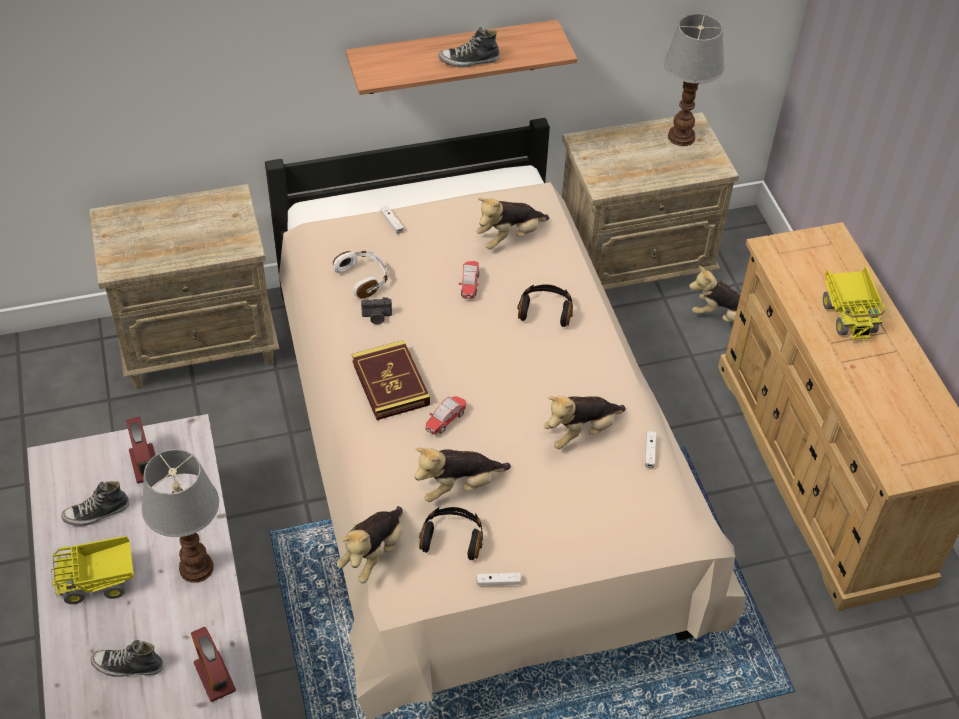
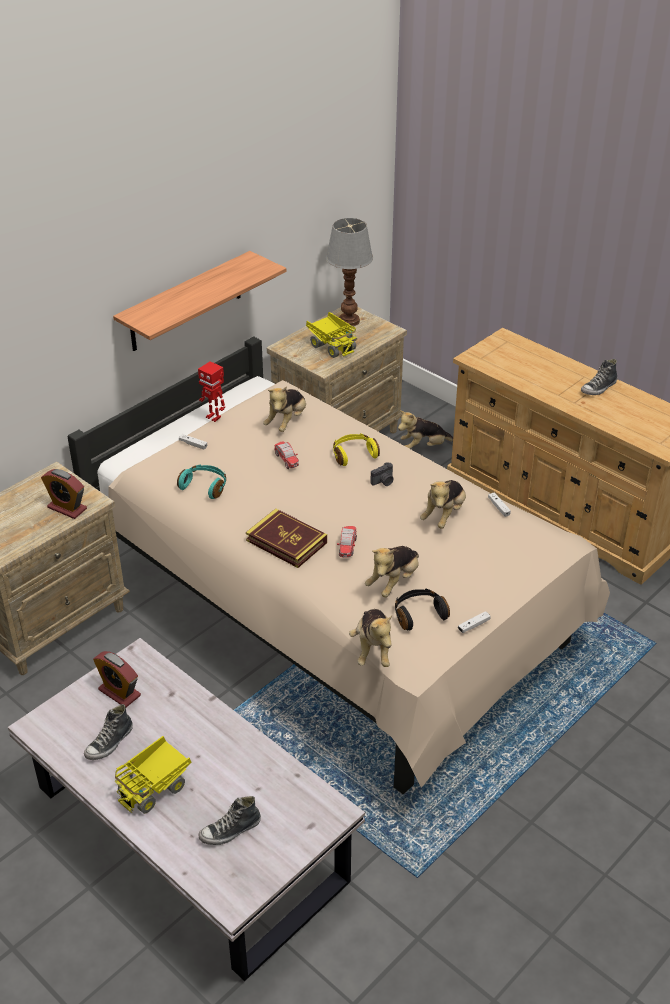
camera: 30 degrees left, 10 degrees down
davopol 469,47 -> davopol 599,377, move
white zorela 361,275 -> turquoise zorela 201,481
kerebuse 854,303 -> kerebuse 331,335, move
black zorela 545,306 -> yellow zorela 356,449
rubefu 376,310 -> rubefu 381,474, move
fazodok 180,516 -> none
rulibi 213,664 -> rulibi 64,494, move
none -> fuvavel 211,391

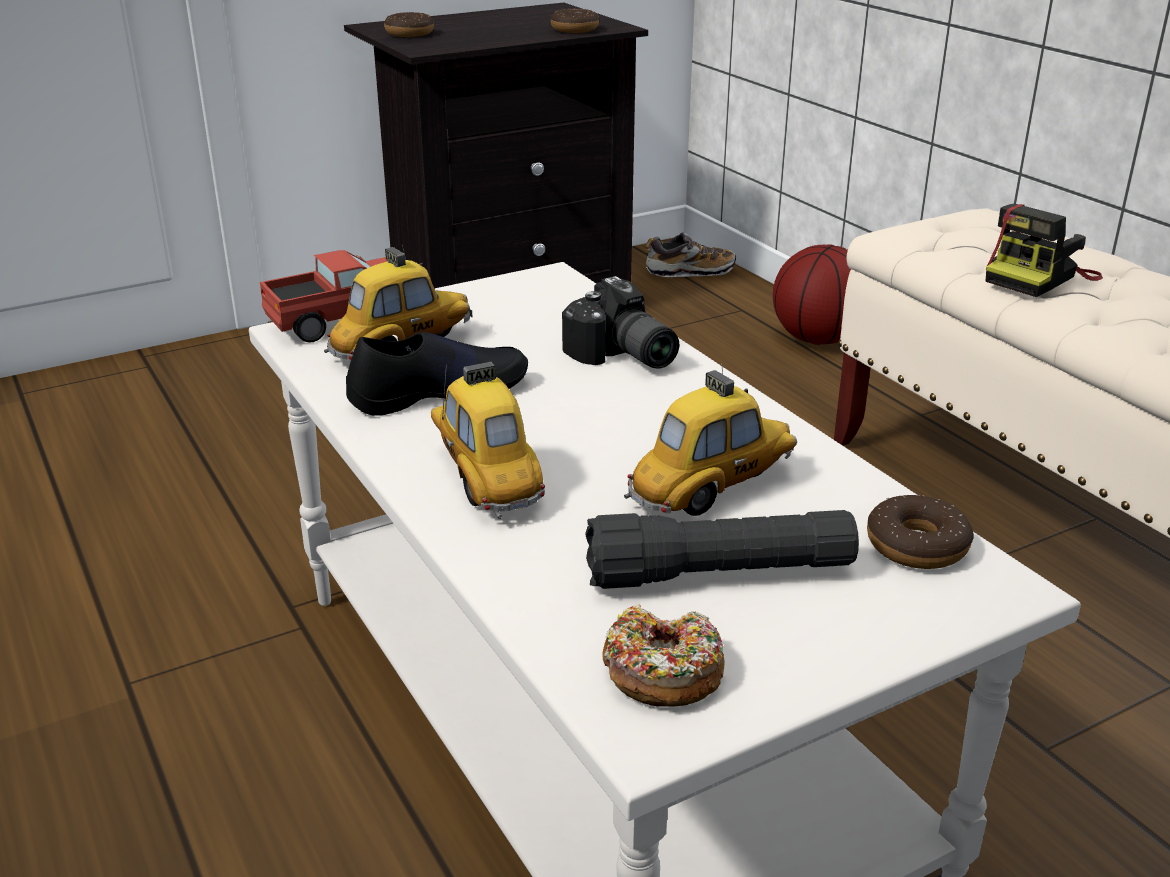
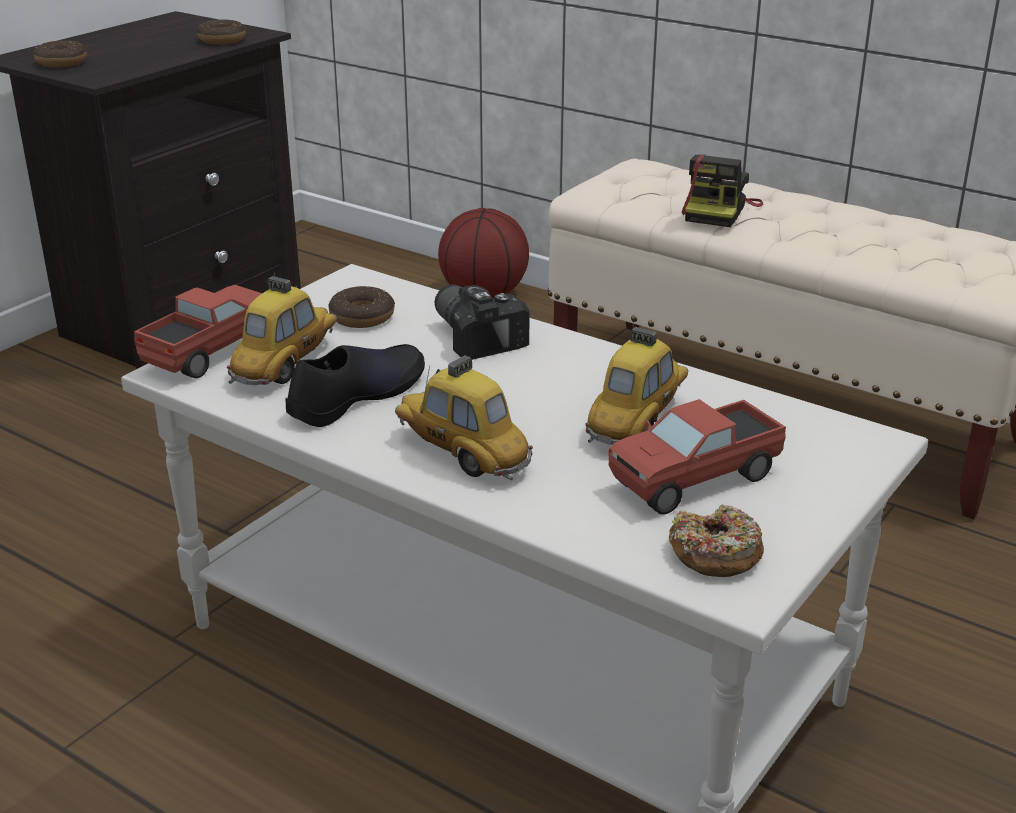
camera: 25 degrees left, 0 degrees up
davopol 690,254 -> none
rubefu 620,322 -> rubefu 482,322, 150 degrees counterclockwise
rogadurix 920,532 -> rogadurix 361,307, move
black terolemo 722,549 -> kerebuse 697,457

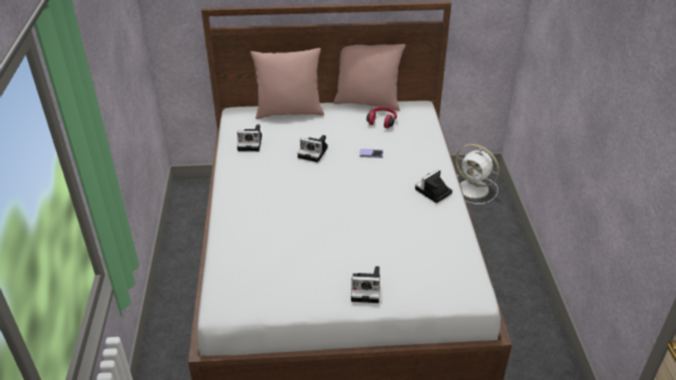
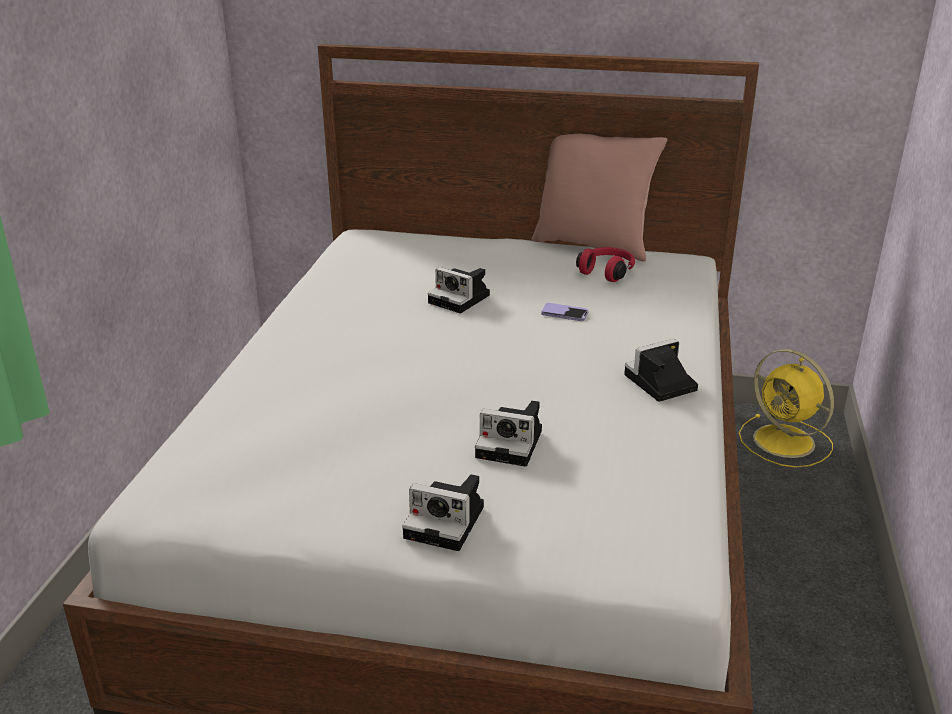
camera: 15 degrees right, 10 degrees down
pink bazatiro 287,83 -> none
rubefu 249,137 -> rubefu 508,434, move
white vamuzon 477,174 -> yellow vamuzon 786,408

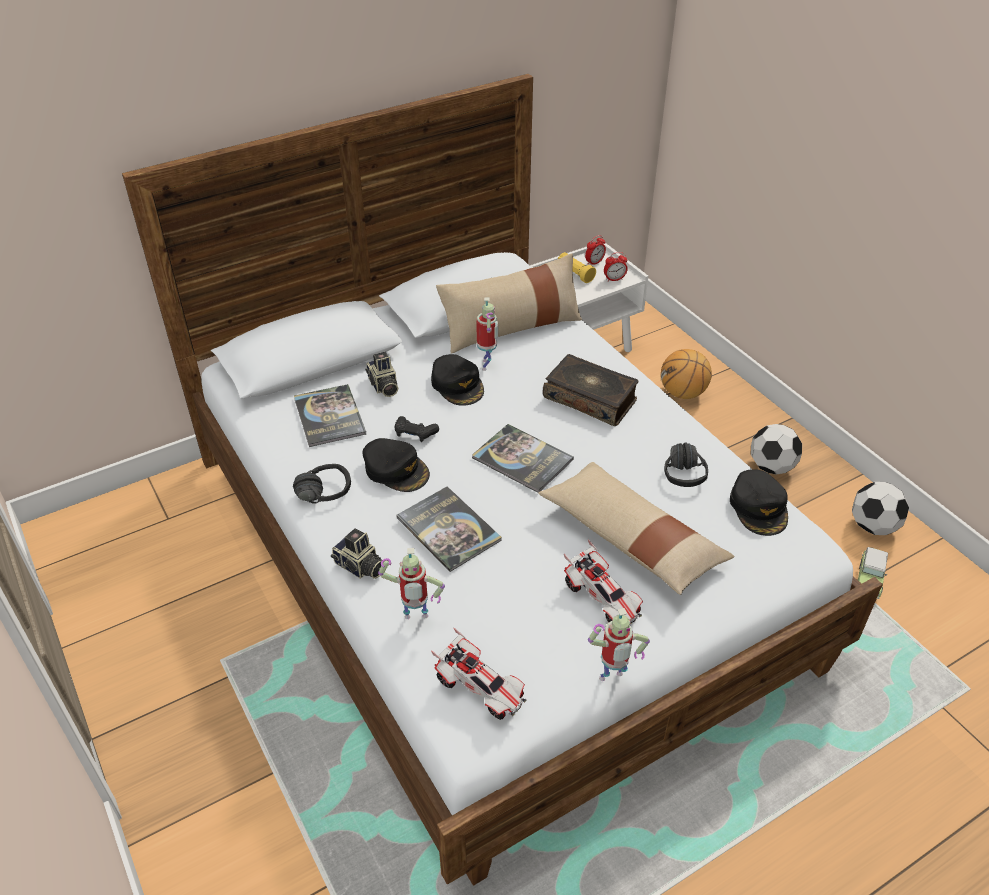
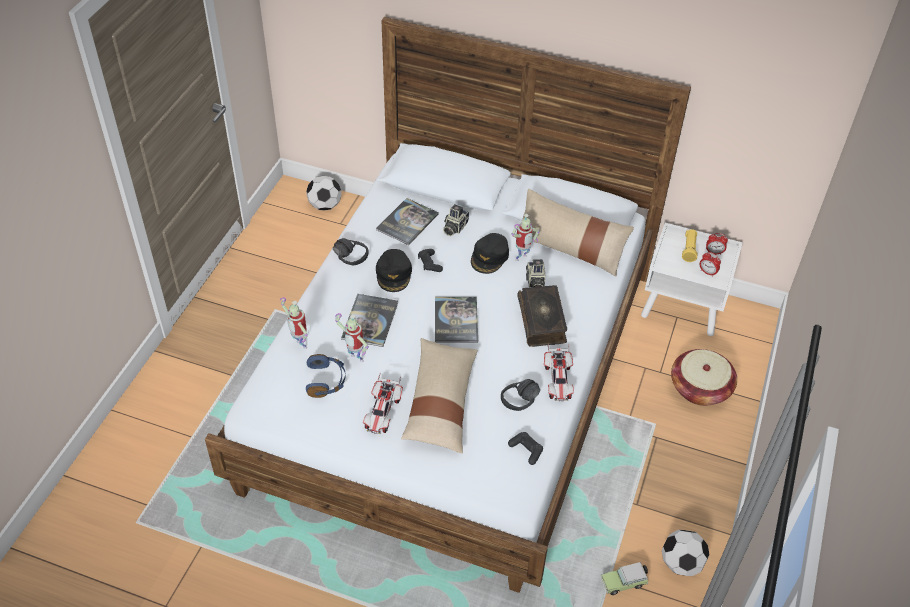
camera: 50 degrees right, 5 degrees up
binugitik 686,374 -> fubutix 704,377
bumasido 776,449 -> bumasido 323,193, move
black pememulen 759,502 -> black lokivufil 525,448
rubefu 356,553 -> rubefu 536,273, move
fuvavel 619,644 -> fuvavel 352,337, move
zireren 479,674 -> zireren 559,372, move
none -> blue zorela 326,376

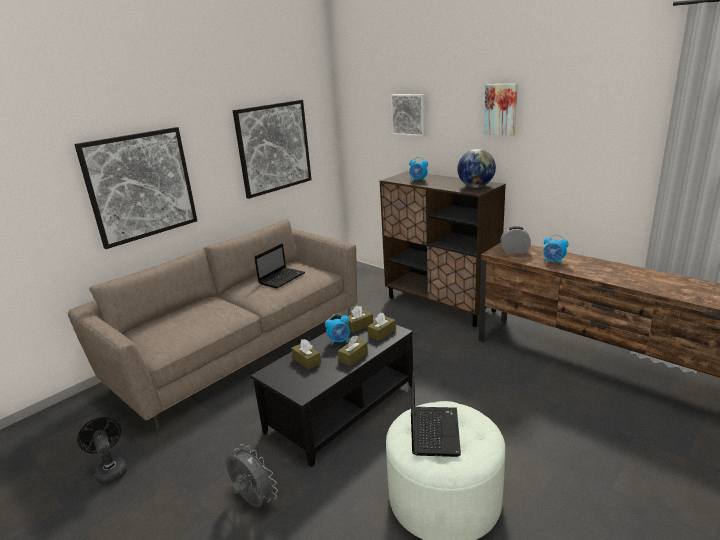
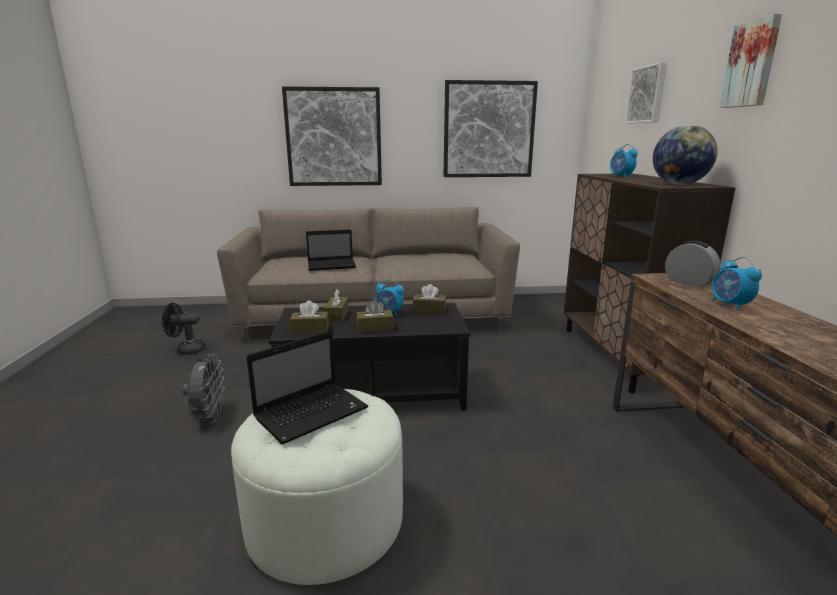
camera: 40 degrees right, 5 degrees down
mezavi 279,266 -> mezavi 331,250, move
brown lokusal 381,326 -> brown lokusal 309,317, move
black vamuzon 102,450 -> black vamuzon 184,329, 105 degrees counterclockwise

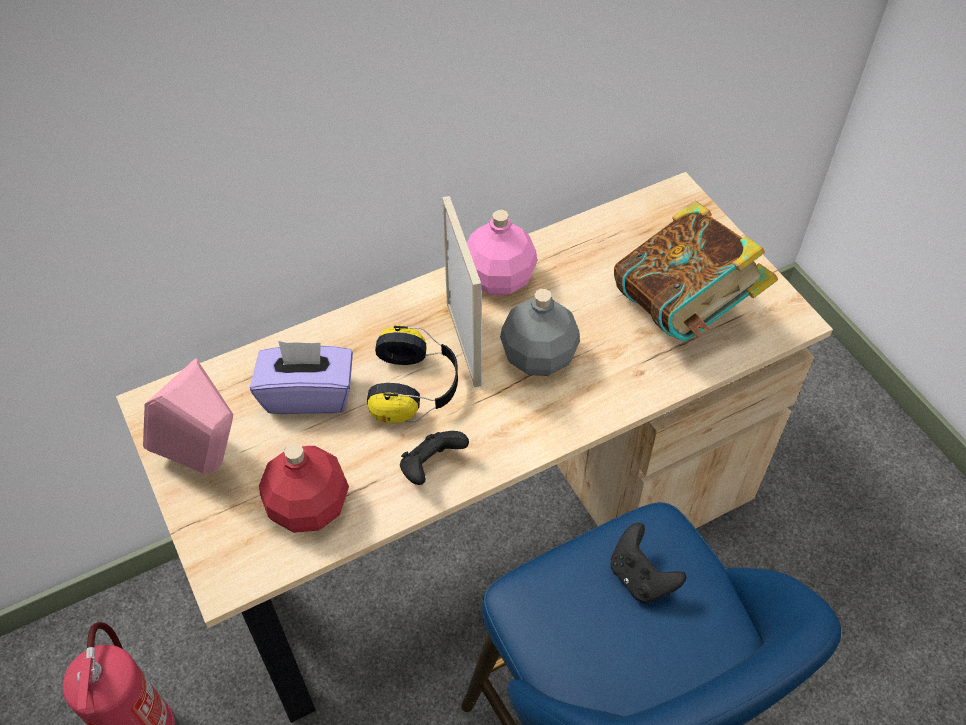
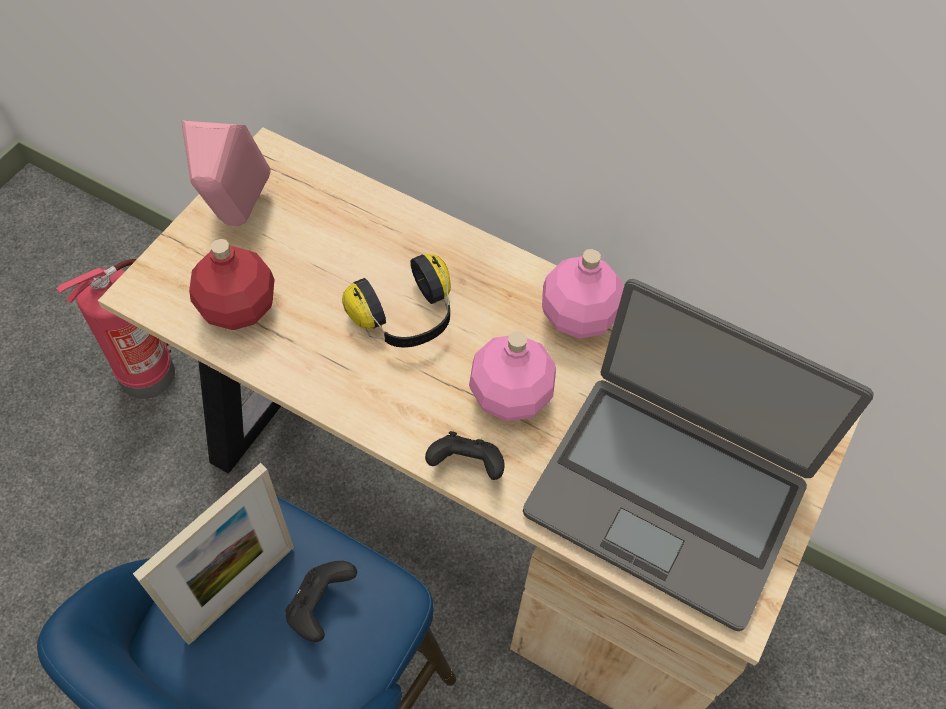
camera: 55 degrees right, 5 degrees up
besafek 461,291 -> besafek 213,554, move
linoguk 696,270 -> mezavi 698,455
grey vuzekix 540,332 -> pink vuzekix 512,376
purple lokusal 301,377 -> none
black lokivufil 434,458 -> black lokivufil 465,455, move

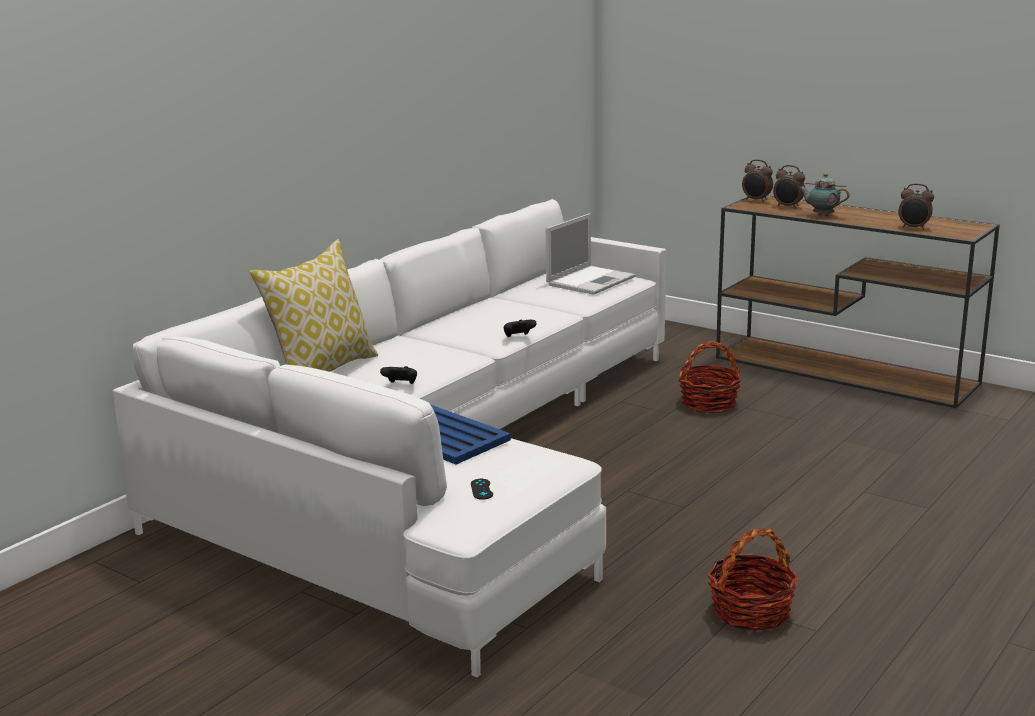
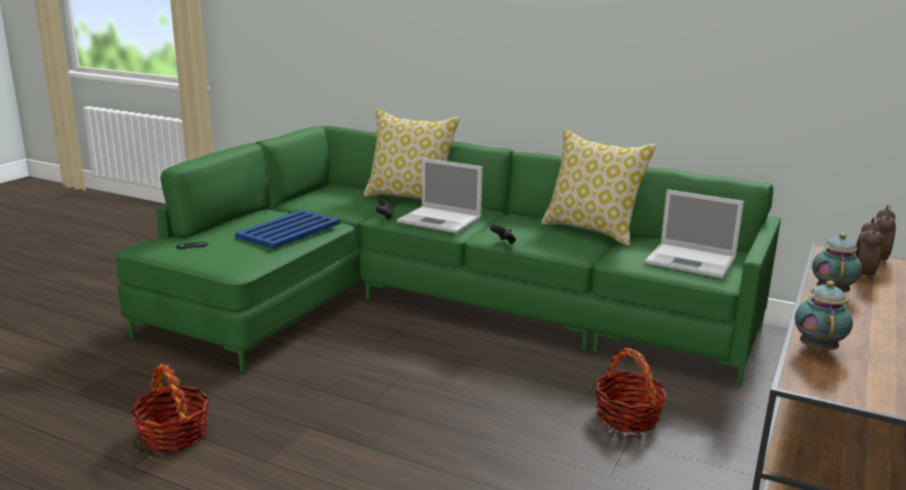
camera: 80 degrees right, 0 degrees up
rulibi 916,206 -> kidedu 824,317
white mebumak 389,438 -> green mebumak 447,256
none -> bazatiro 599,187
none -> mezavi 440,195

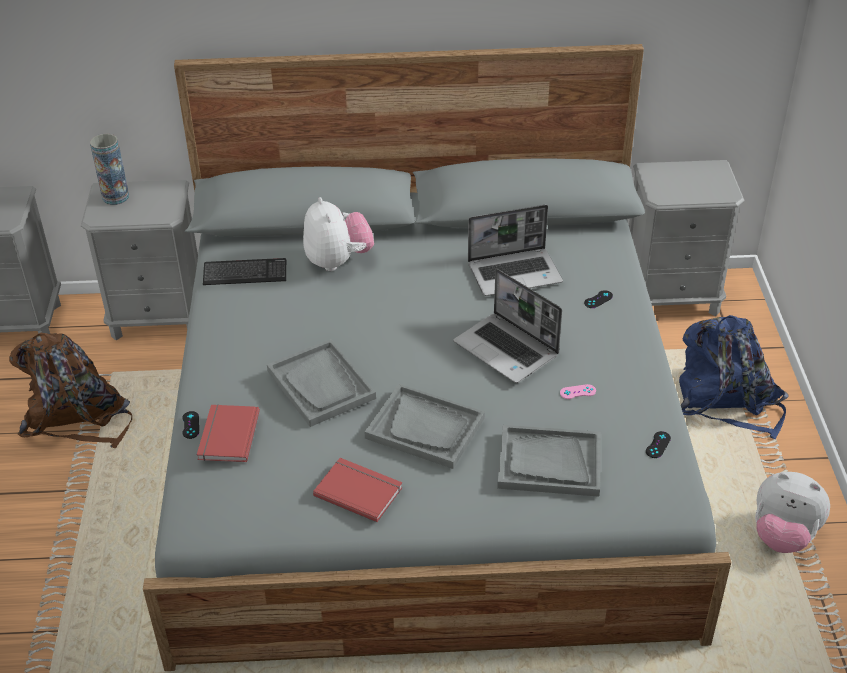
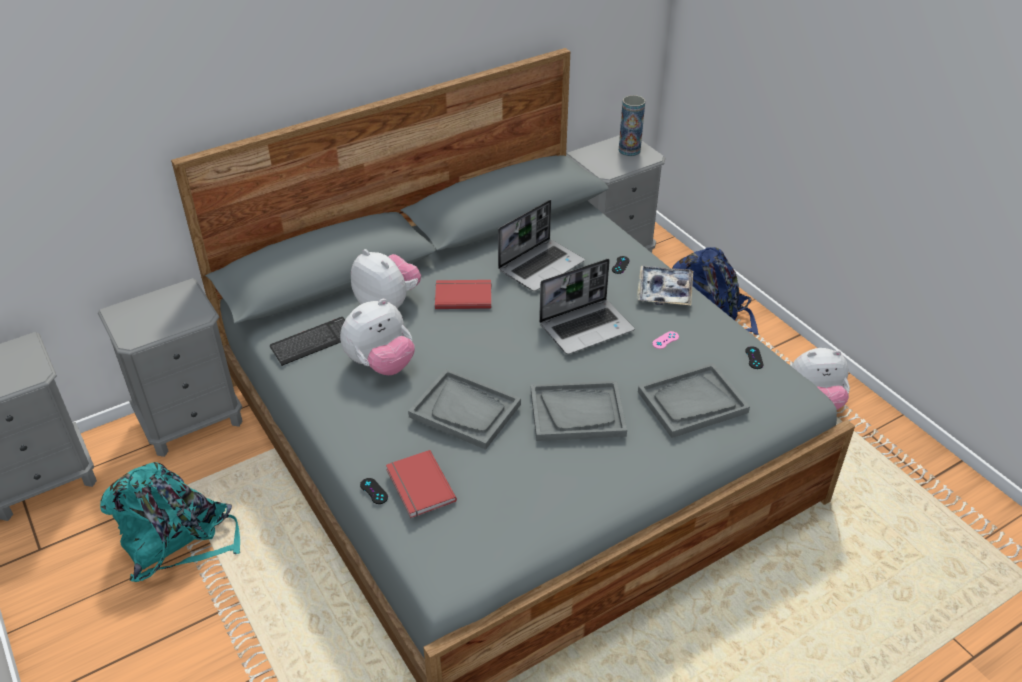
camera: 30 degrees left, 0 degrees up
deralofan 109,169 -> deralofan 632,125, move
mezavi 507,326 -> mezavi 586,306, 45 degrees counterclockwise
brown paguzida 70,390 -> turquoise paguzida 170,522
red linoguk 358,490 -> red linoguk 463,294, move
none -> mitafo 665,285
none -> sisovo 377,337

